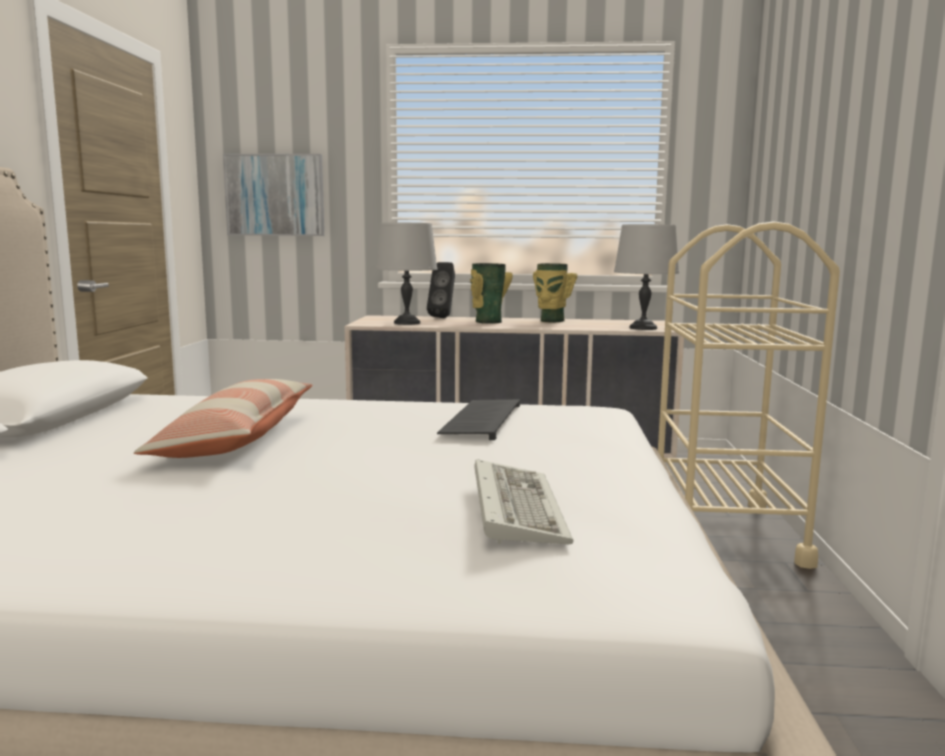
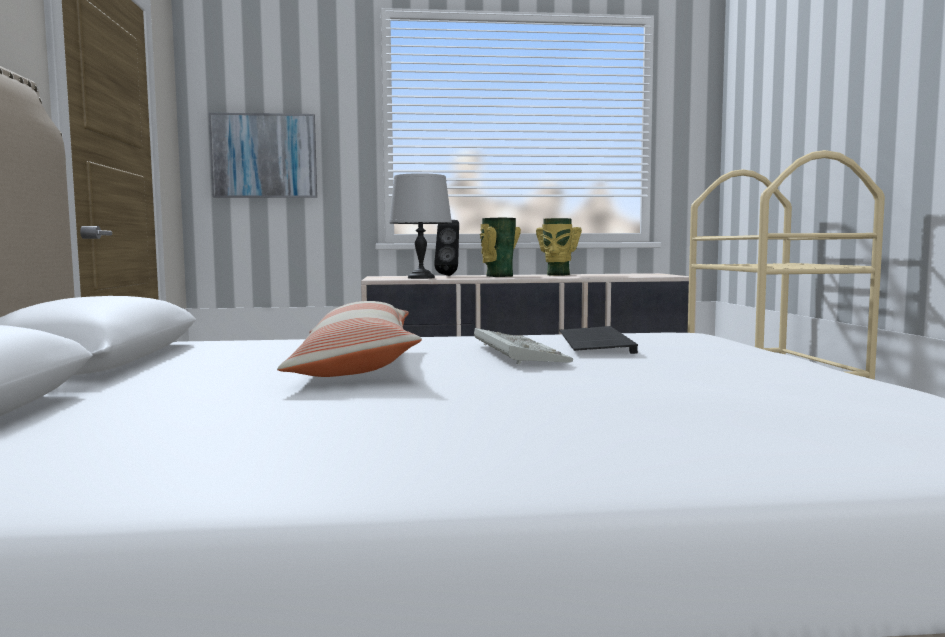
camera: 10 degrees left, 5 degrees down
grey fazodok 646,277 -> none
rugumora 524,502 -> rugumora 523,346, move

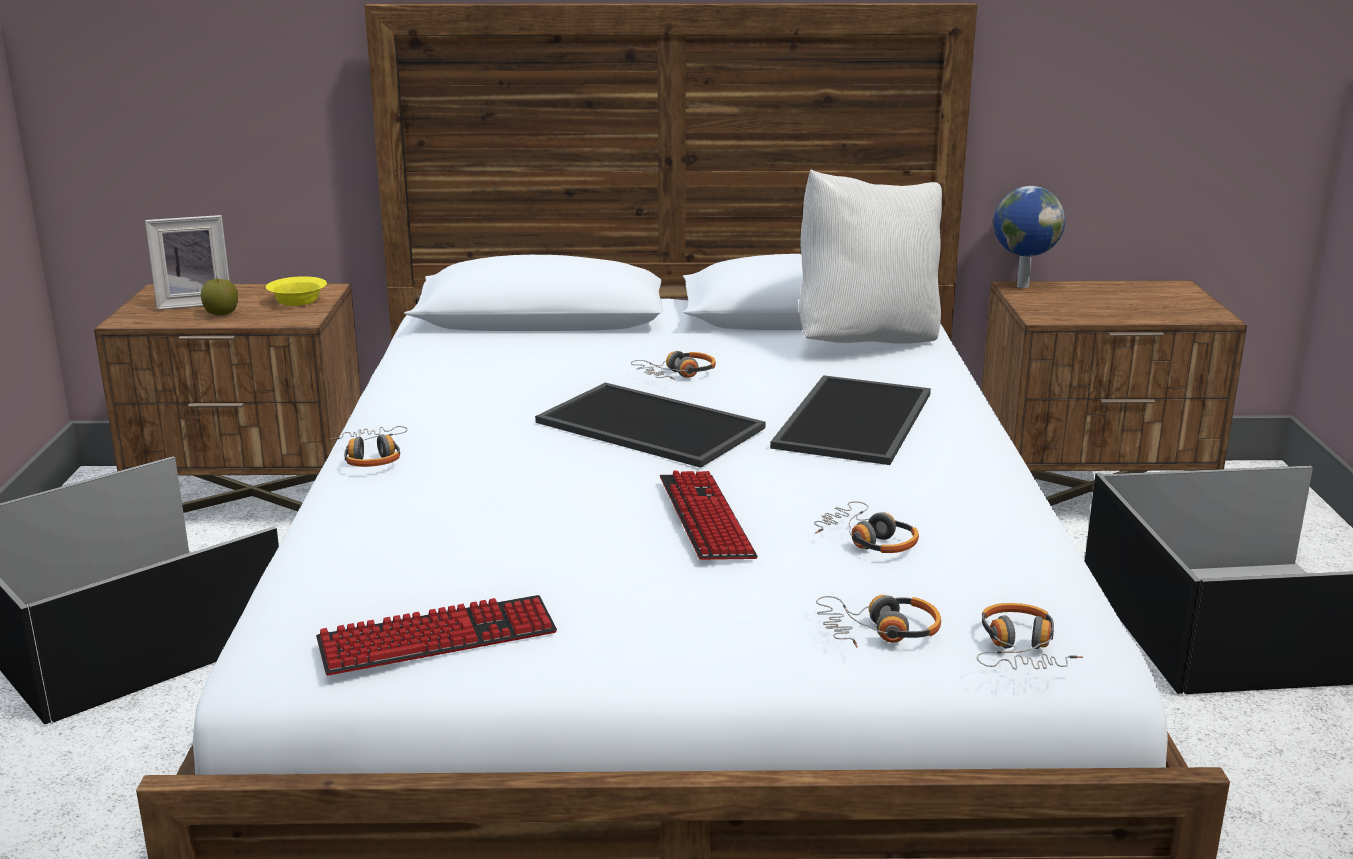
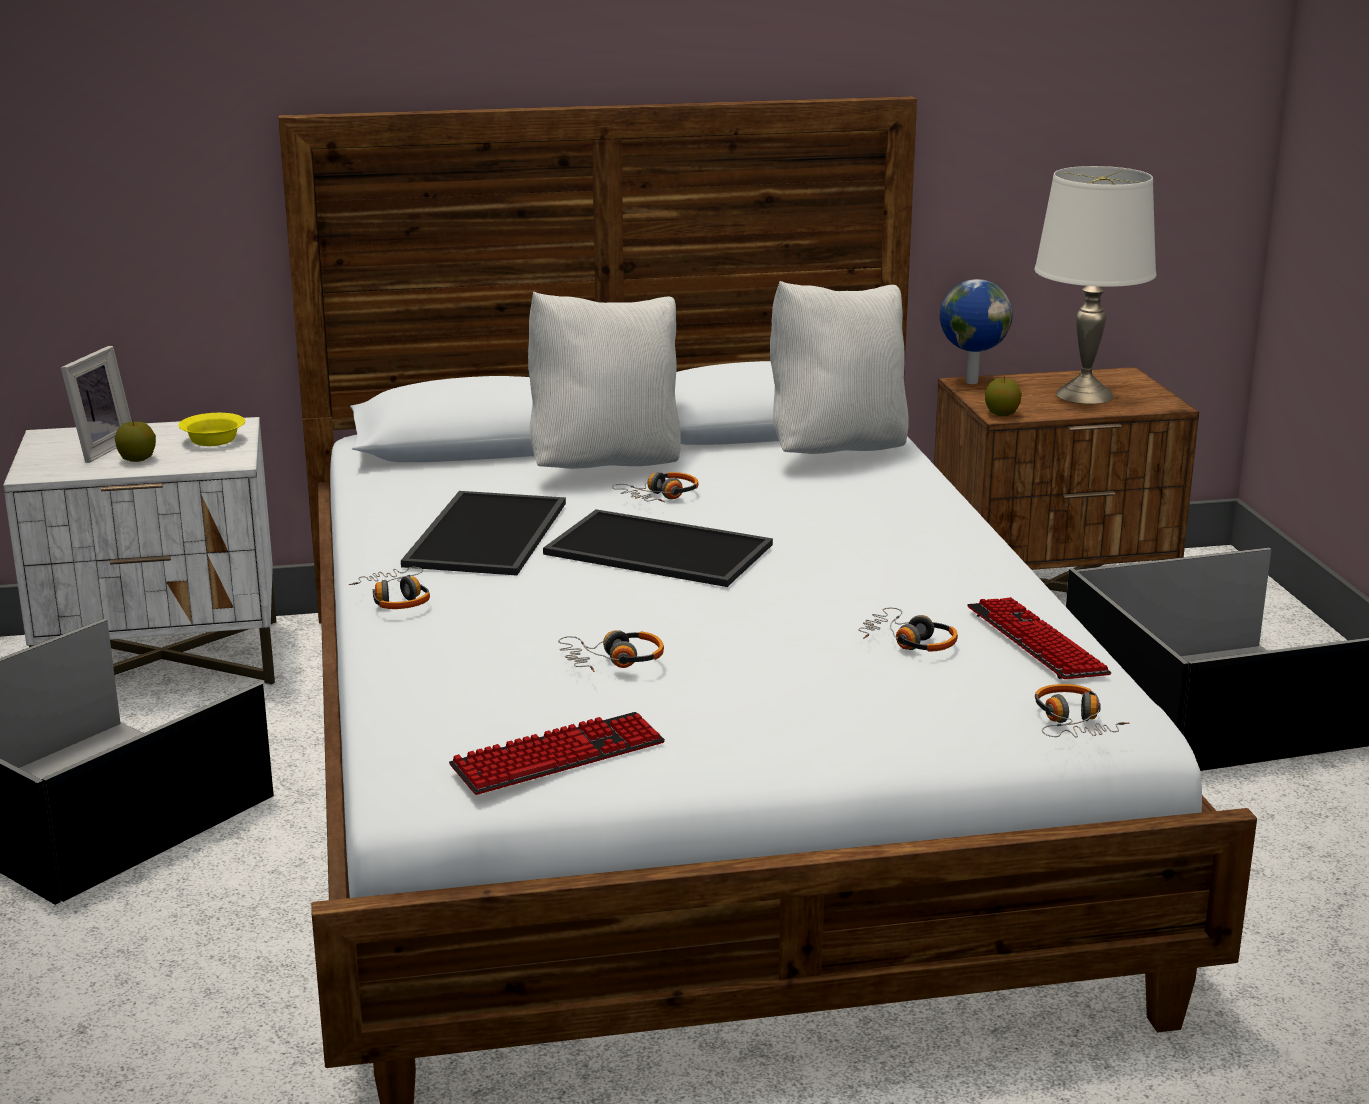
camera: 10 degrees left, 0 degrees up
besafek 187,262 -> besafek 96,404, 45 degrees counterclockwise
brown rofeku 227,398 -> white rofeku 140,551
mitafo 850,420 -> mitafo 483,533, move
rugumora 709,515 -> rugumora 1039,638, move
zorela 878,621 -> zorela 611,651, move
none -> white fazodok 1095,285
none -> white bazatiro 604,380
none -> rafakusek 1003,396

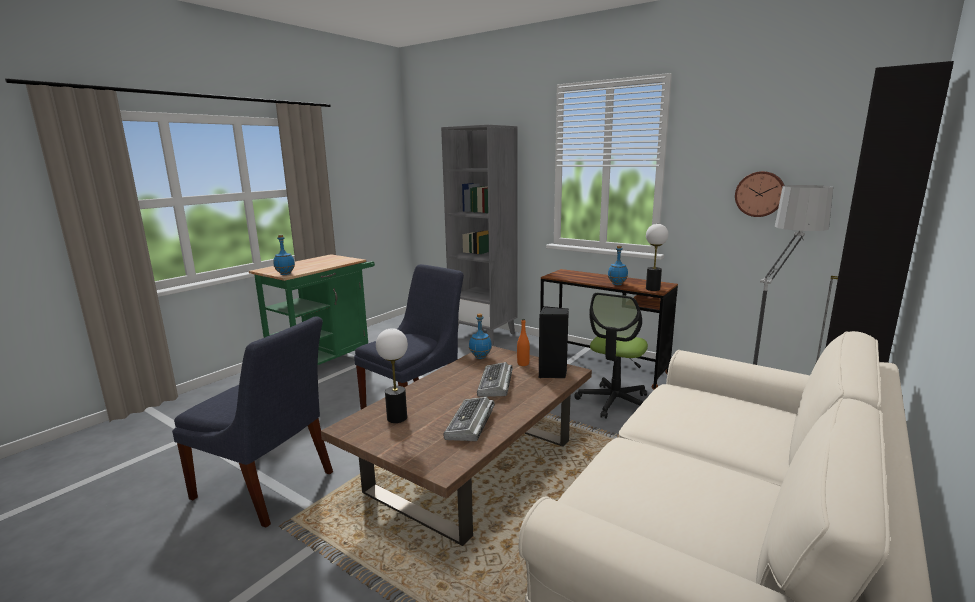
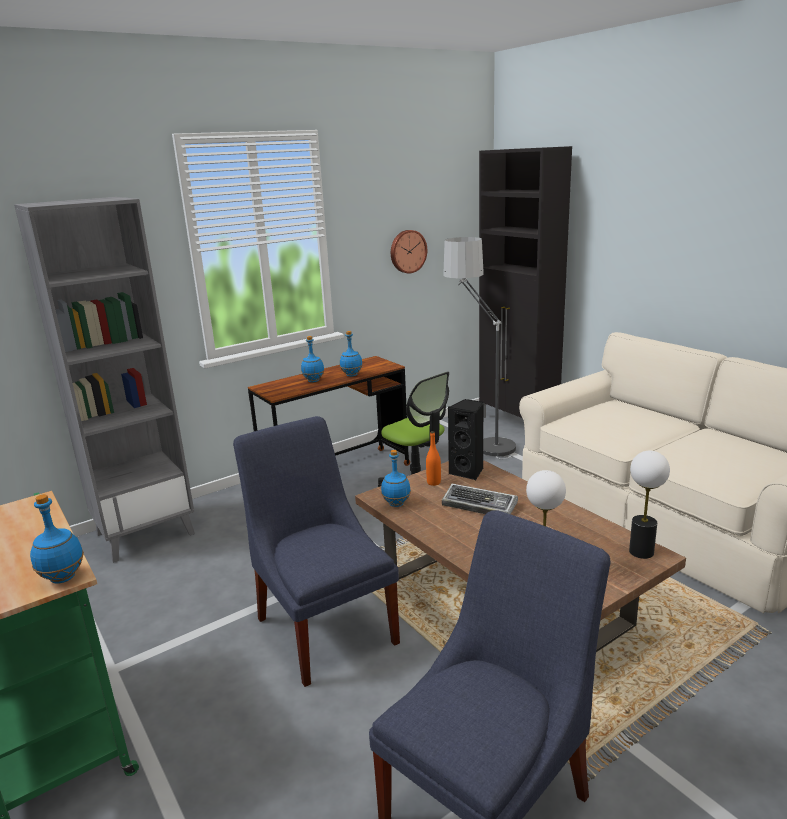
camera: 70 degrees left, 5 degrees up
fazodok 657,257 -> fazodok 649,505, move
rugumora 469,419 -> none
none -> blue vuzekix 312,359

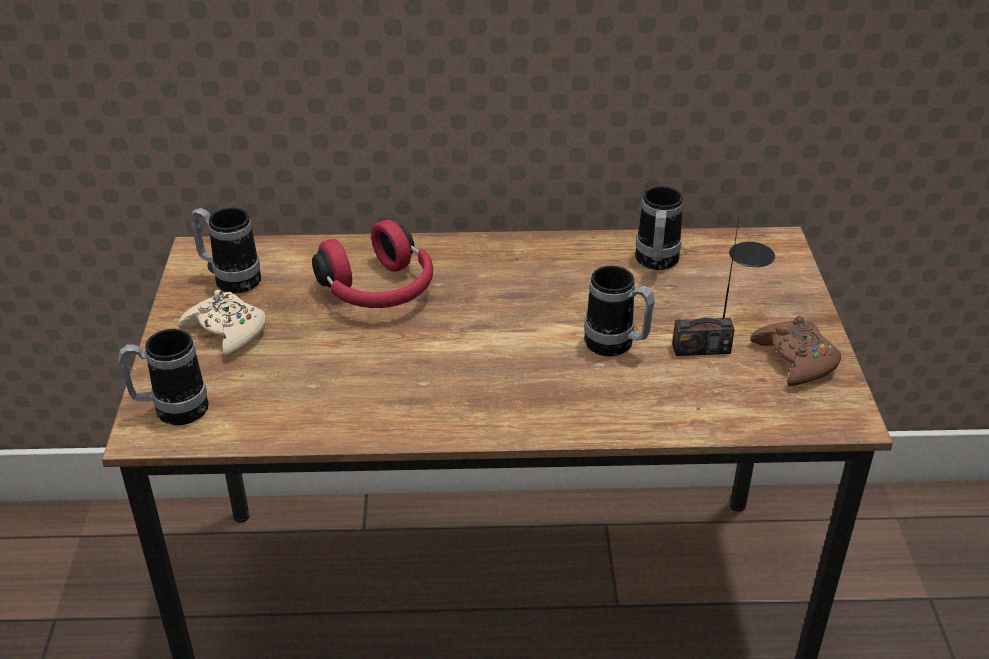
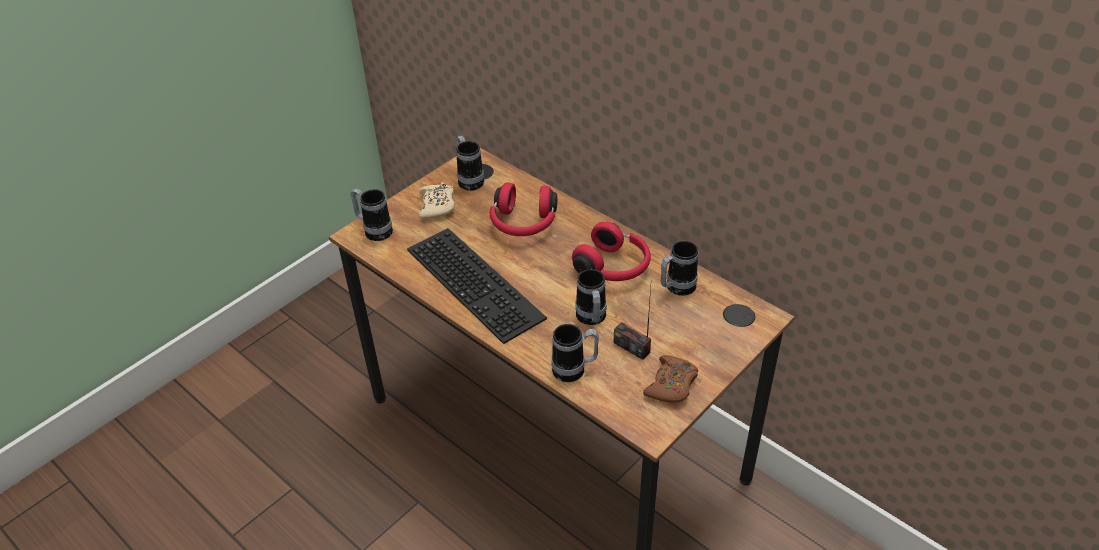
camera: 45 degrees right, 5 degrees up
none -> red zorela 611,251
none -> rugumora 477,286
none -> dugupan 575,353

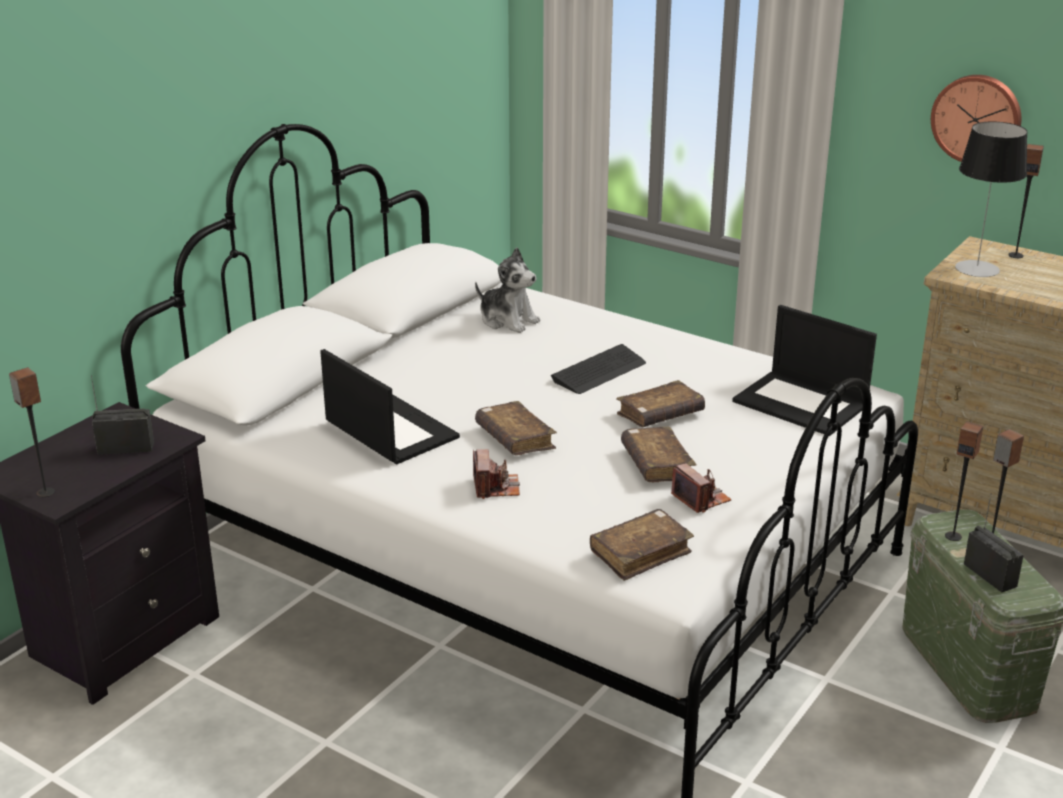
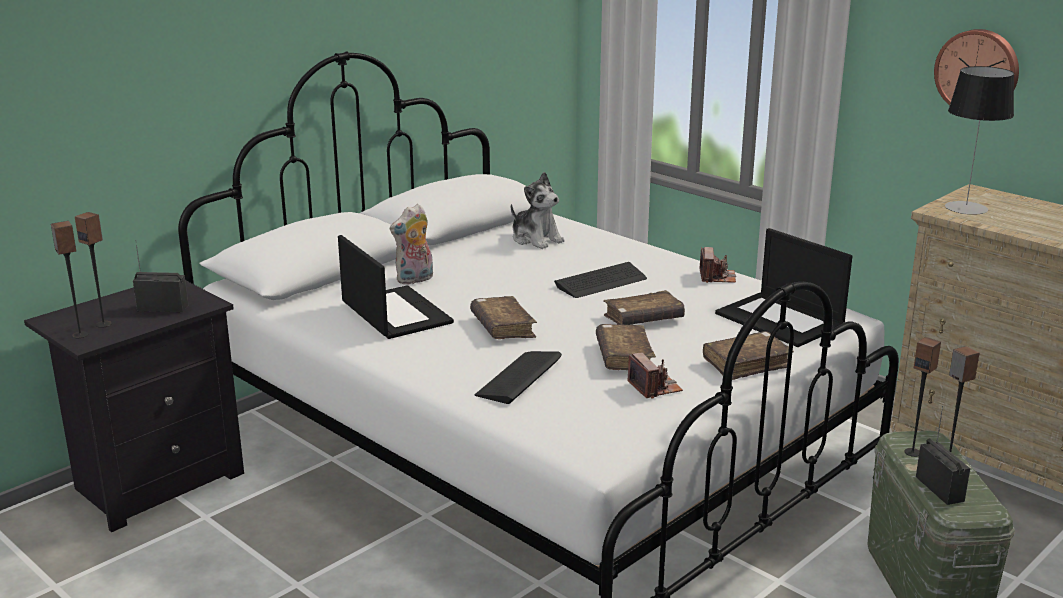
camera: 10 degrees right, 5 degrees down
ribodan 1026,201 -> ribodan 93,270, move
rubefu 496,474 -> rubefu 718,265, move
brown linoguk 642,545 -> brown linoguk 748,355, move
none -> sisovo 411,244
none -> rugumora 518,377

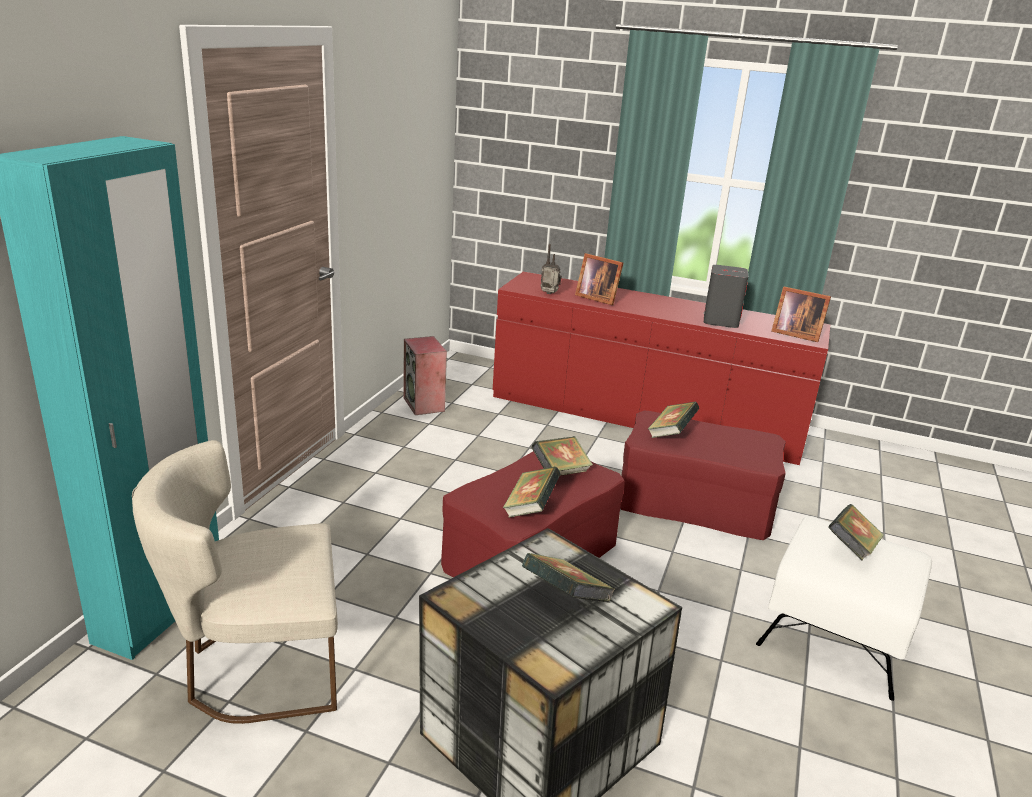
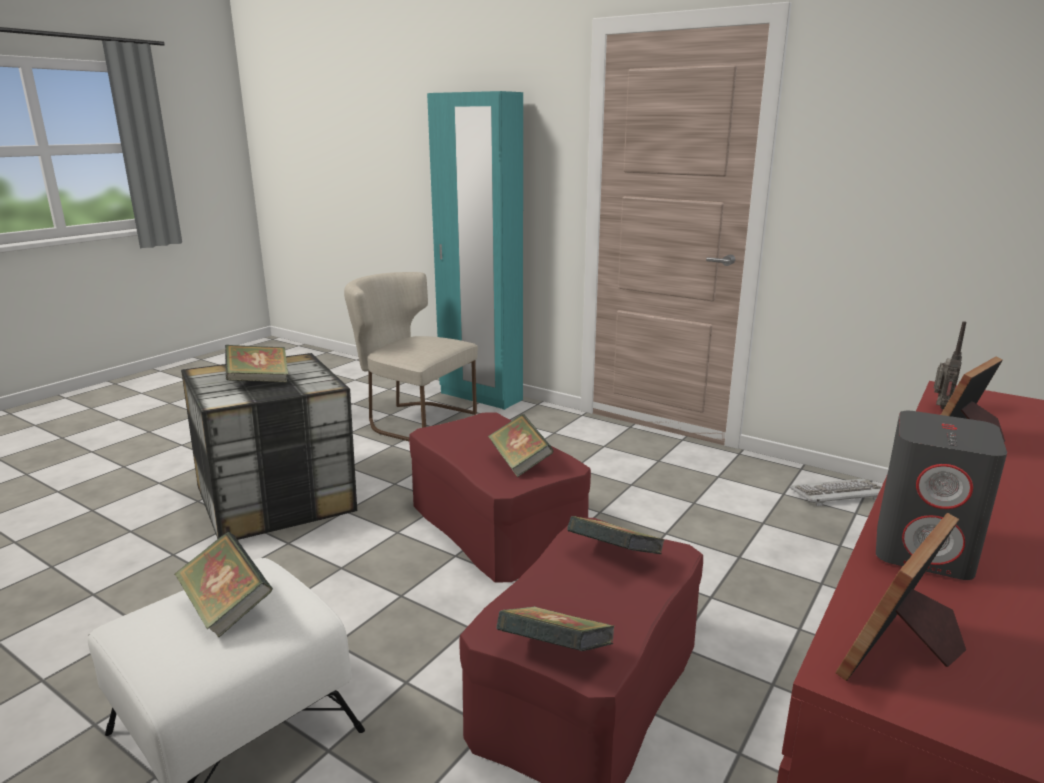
camera: 105 degrees right, 5 degrees down
ribodan 425,375 -> rugumora 835,492
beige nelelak 235,582 -> beige nelelak 411,356, 60 degrees counterclockwise
linoguk 532,492 -> linoguk 556,628, move

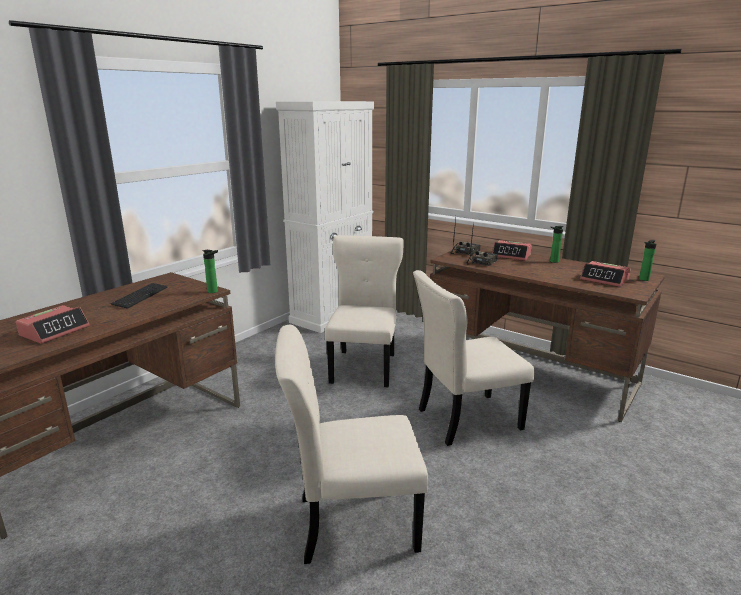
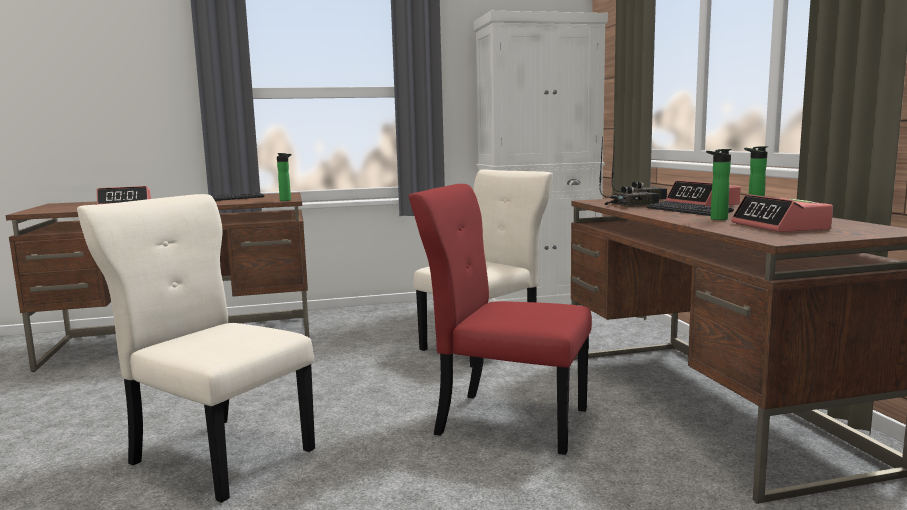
camera: 40 degrees right, 10 degrees down
vuzekix 647,260 -> vuzekix 718,184, move
beige nelelak 473,358 -> red nelelak 500,319
none -> rugumora 690,208

